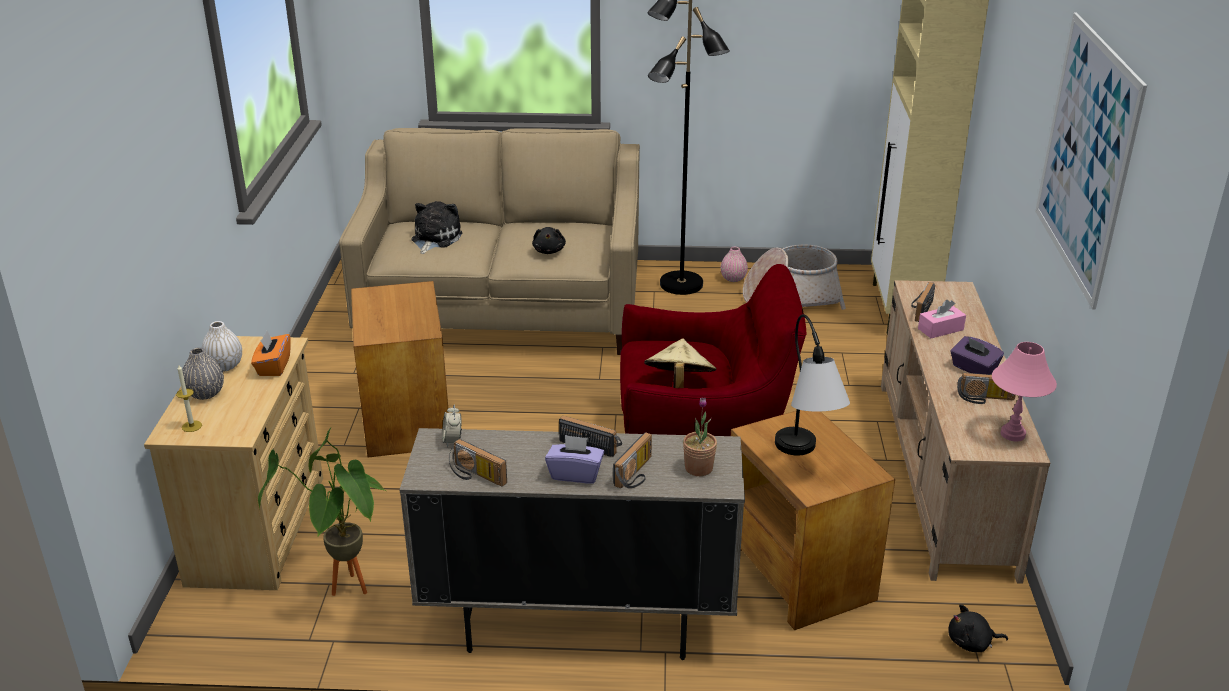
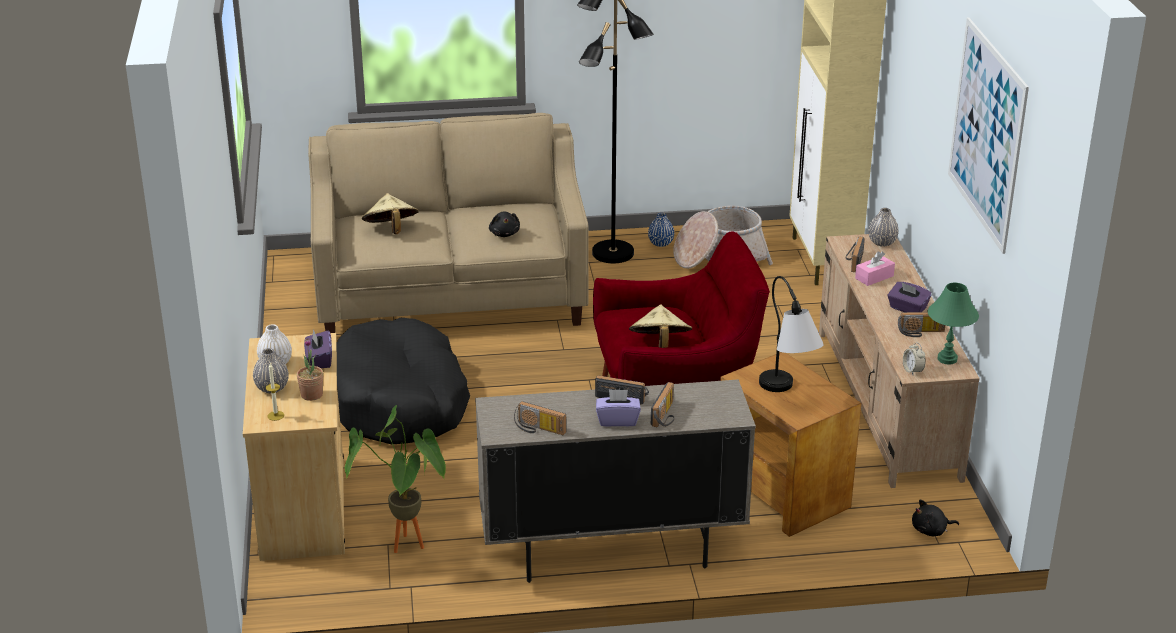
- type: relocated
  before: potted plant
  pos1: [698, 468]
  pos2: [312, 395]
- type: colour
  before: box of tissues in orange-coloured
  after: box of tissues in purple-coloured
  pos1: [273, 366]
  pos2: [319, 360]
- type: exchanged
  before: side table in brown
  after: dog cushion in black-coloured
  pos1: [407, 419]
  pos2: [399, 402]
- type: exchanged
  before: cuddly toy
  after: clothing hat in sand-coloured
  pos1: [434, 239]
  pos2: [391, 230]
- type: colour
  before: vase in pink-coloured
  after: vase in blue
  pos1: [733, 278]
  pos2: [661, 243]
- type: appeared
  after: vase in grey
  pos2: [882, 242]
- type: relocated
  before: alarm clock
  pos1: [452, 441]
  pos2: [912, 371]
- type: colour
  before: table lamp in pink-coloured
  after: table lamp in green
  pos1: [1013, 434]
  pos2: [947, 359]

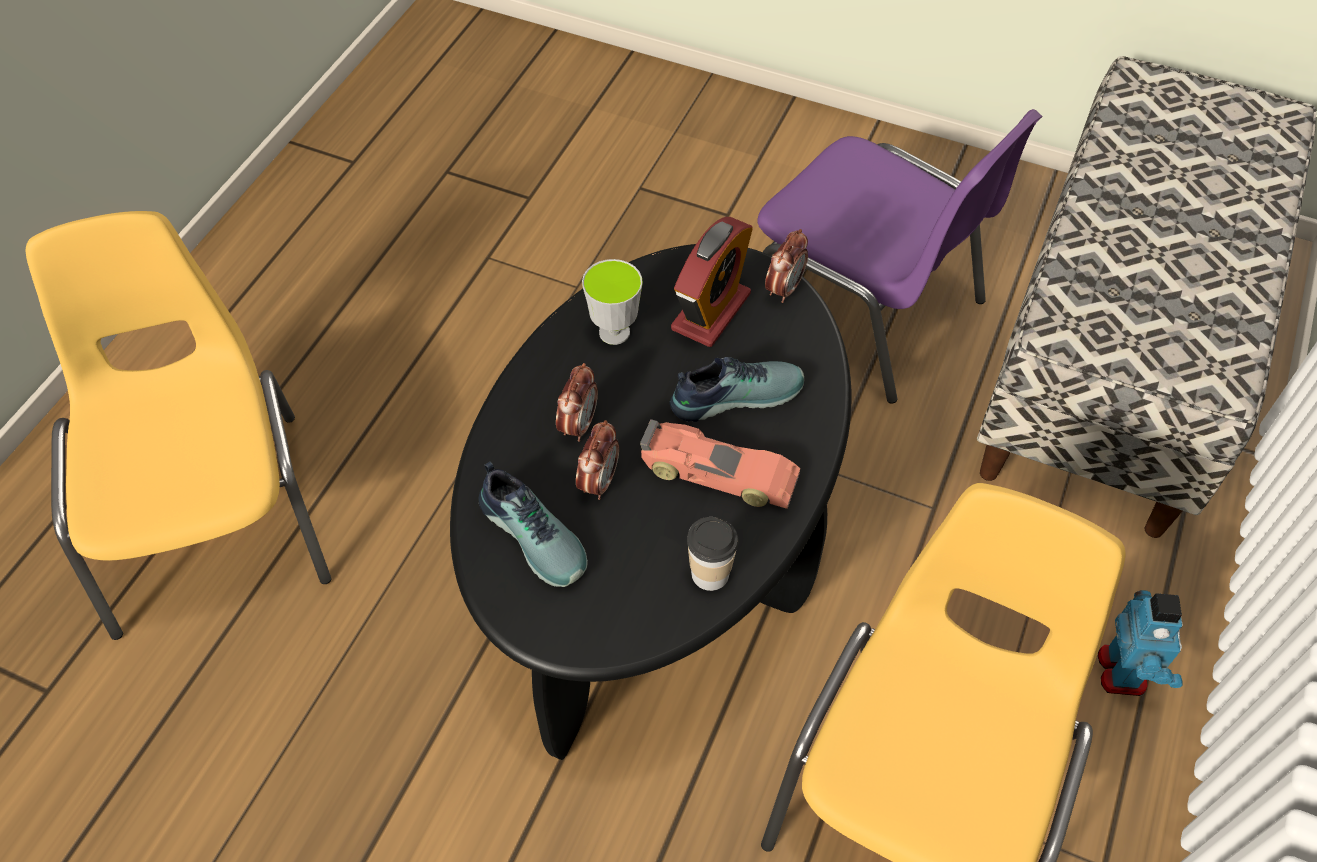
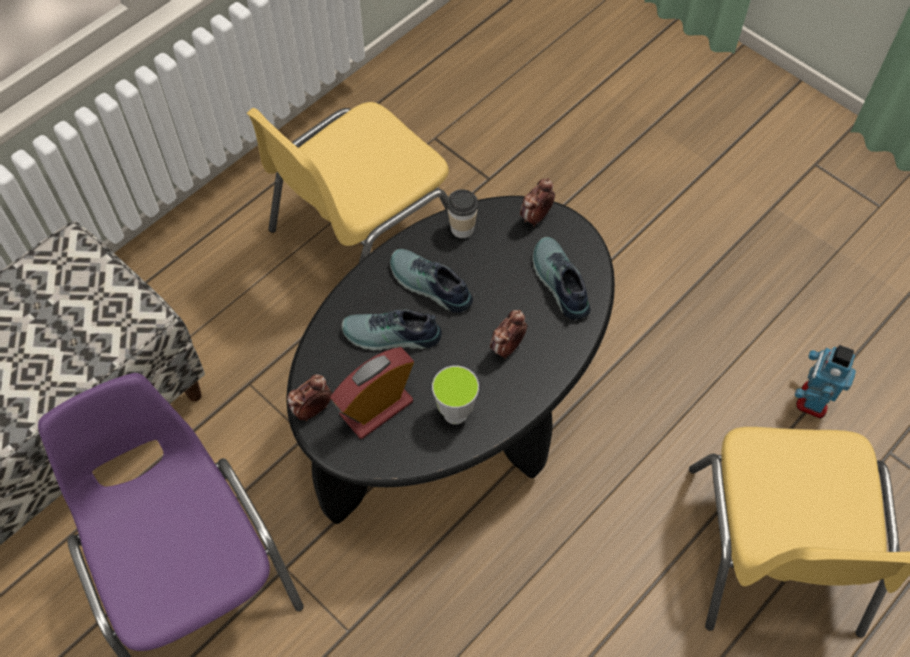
- type: exchanged
  before: toy car
  after: item of footwear
  pos1: [718, 473]
  pos2: [429, 286]
- type: relocated
  before: alarm clock
  pos1: [598, 482]
  pos2: [536, 217]
- type: relocated
  before: robot figure
  pos1: [1123, 671]
  pos2: [812, 400]

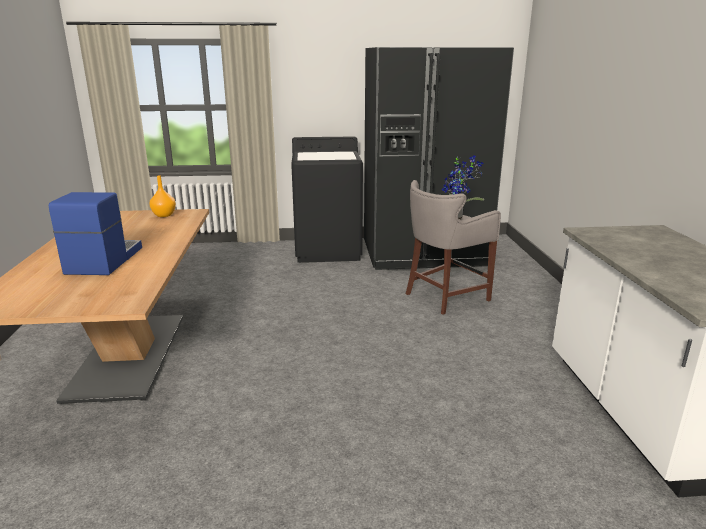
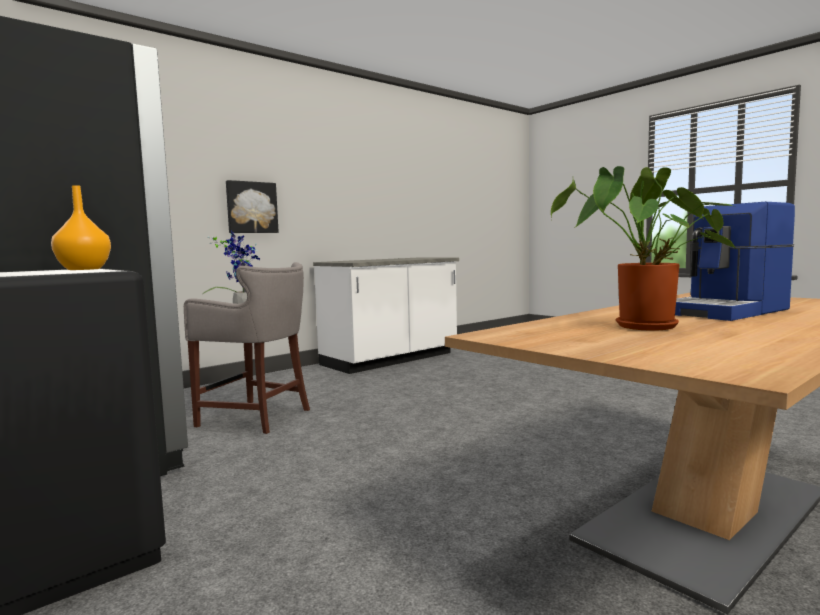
- type: relocated
  before: vase in orange-coloured
  pos1: [164, 215]
  pos2: [83, 269]
- type: appeared
  after: picture
  pos2: [251, 207]
- type: appeared
  after: potted plant
  pos2: [642, 327]

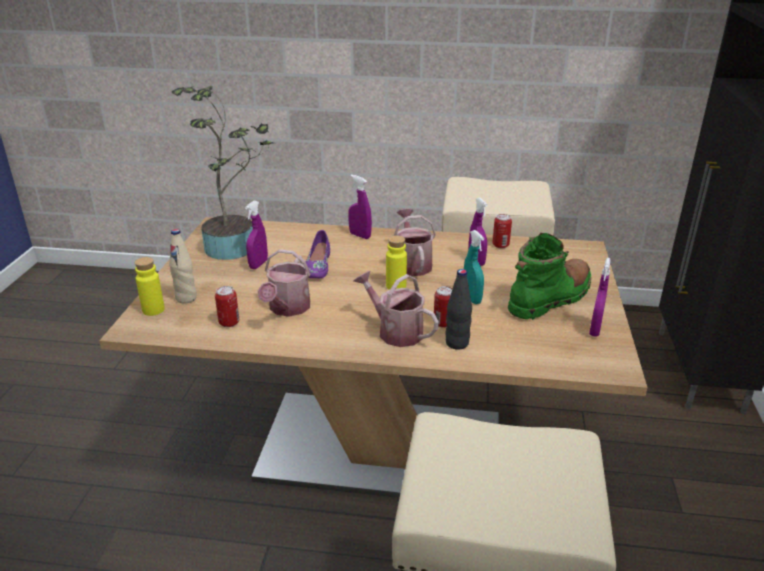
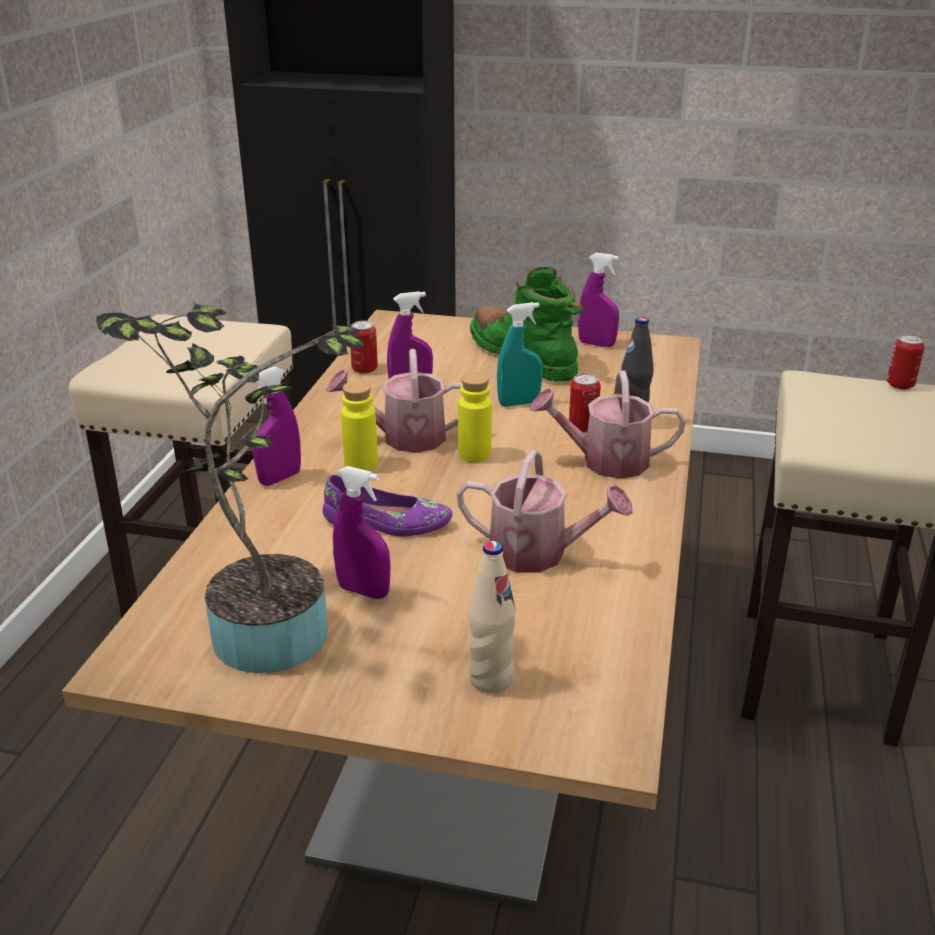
- type: relocated
  before: drink bottle in yellow-coloured
  pos1: [153, 310]
  pos2: [361, 464]
- type: spun
  before: sprinkling can
  pos1: [395, 331]
  pos2: [605, 461]
  turn: 45
- type: relocated
  before: sealed can
  pos1: [229, 322]
  pos2: [900, 385]

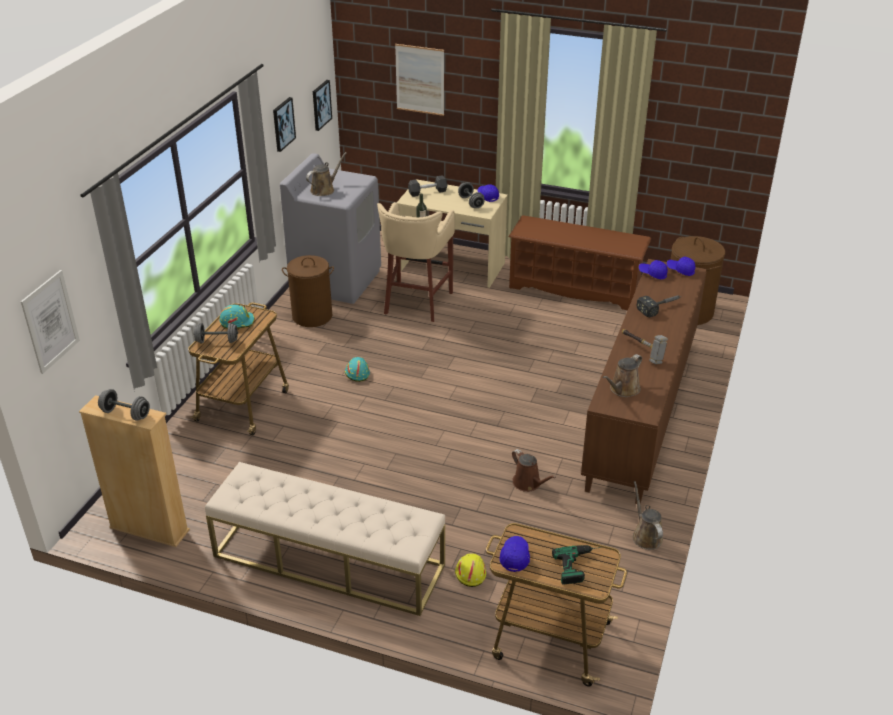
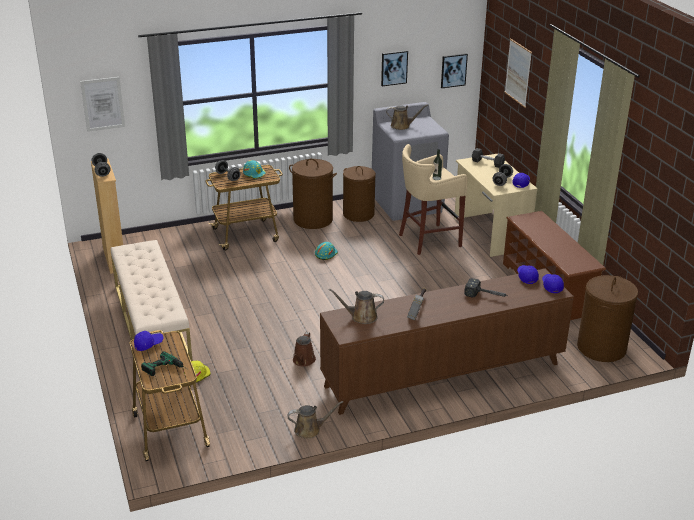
- type: spun
  before: sprinkling can in brown
  pos1: [645, 536]
  pos2: [310, 430]
  turn: 45
- type: appeared
  after: laundry basket in brown
  pos2: [313, 219]

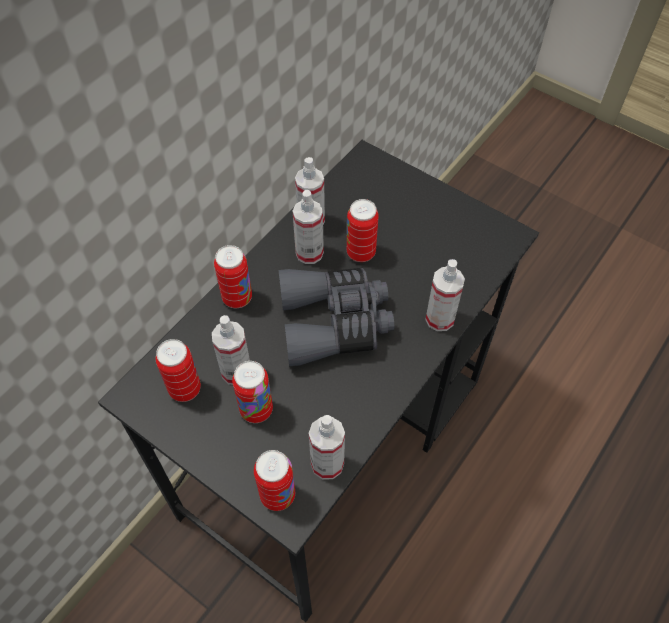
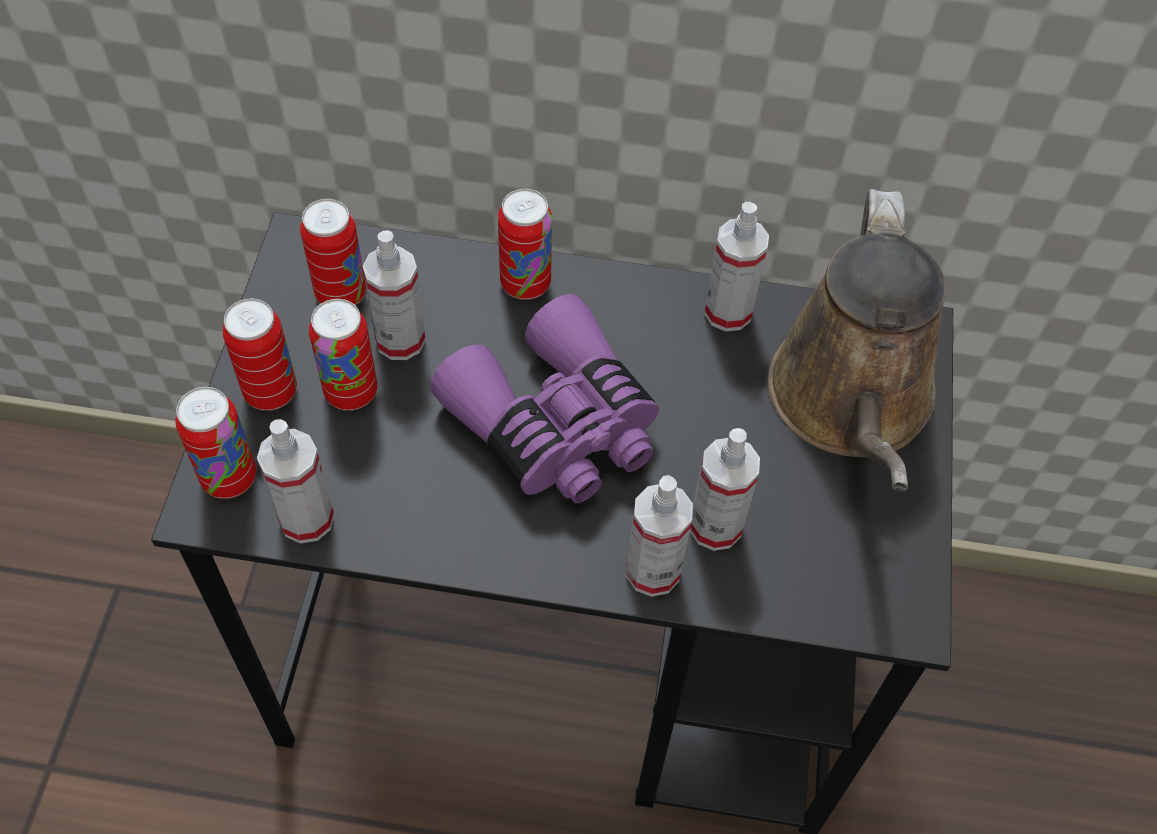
- type: relocated
  before: sealed can
  pos1: [361, 252]
  pos2: [271, 392]
- type: colour
  before: binoculars in grey
  after: binoculars in purple-coloured
  pos1: [335, 322]
  pos2: [556, 425]
- type: relocated
  before: spray bottle
  pos1: [309, 253]
  pos2: [715, 526]
- type: appeared
  after: sprinkling can in brown
  pos2: [851, 404]

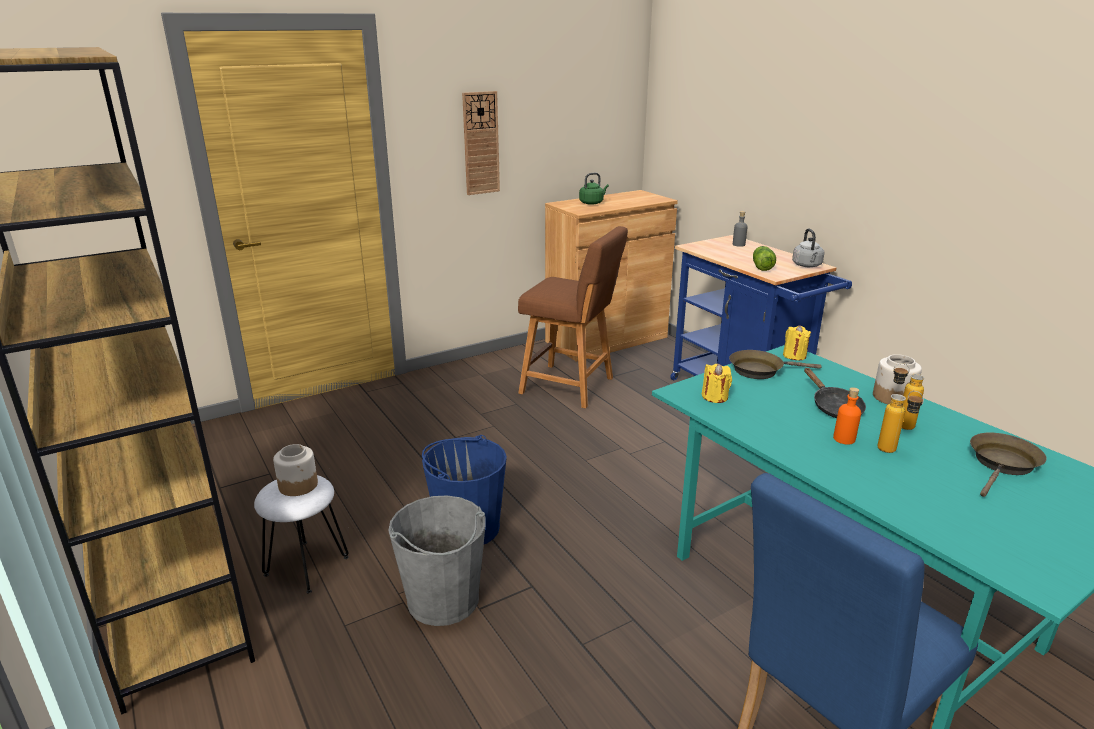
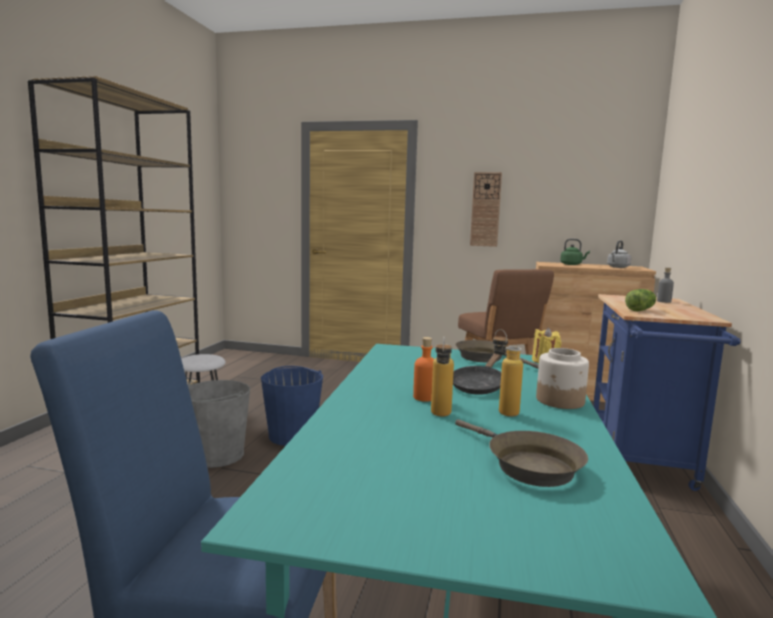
- type: spun
  before: pan in brown
  pos1: [1002, 464]
  pos2: [527, 465]
  turn: 60
- type: relocated
  before: kettle in grey
  pos1: [807, 266]
  pos2: [617, 267]
- type: missing
  before: jar
  pos1: [298, 485]
- type: missing
  before: wax light in yellow-coloured
  pos1: [715, 397]

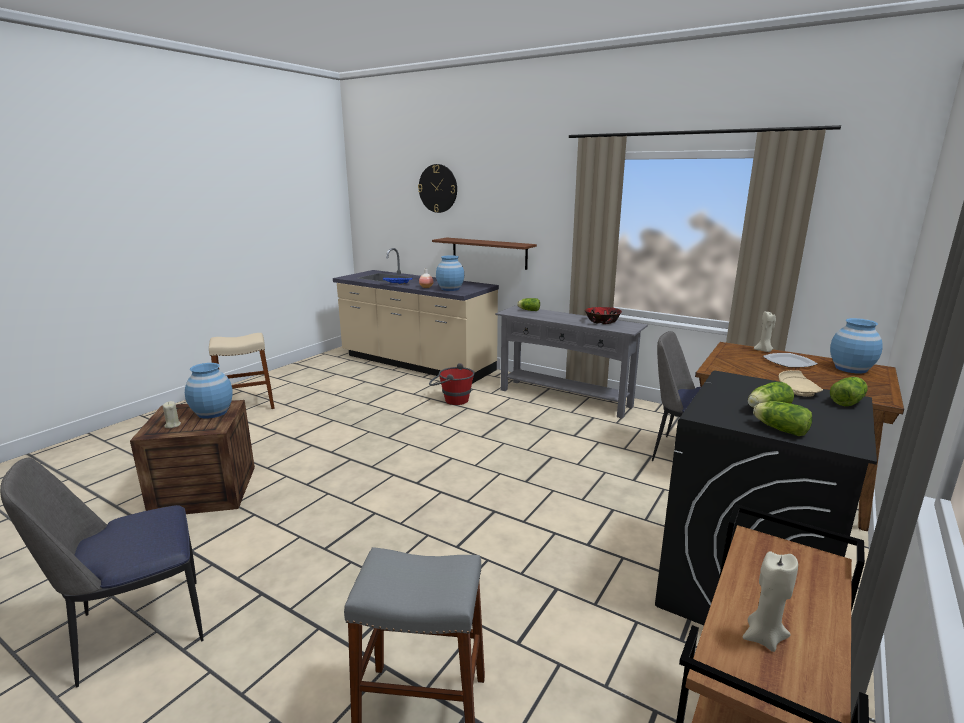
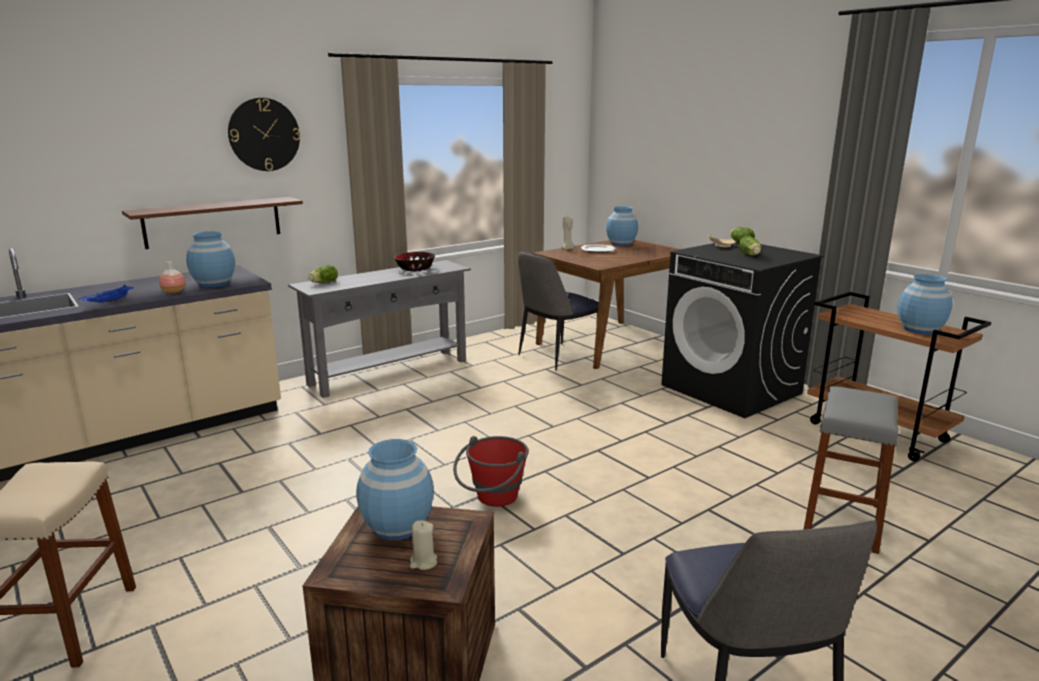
- type: relocated
  before: hanging clock
  pos1: [438, 188]
  pos2: [264, 134]
- type: relocated
  before: bucket in red
  pos1: [451, 400]
  pos2: [492, 500]
- type: exchanged
  before: wax light in sand-coloured
  after: vase in blue
  pos1: [763, 637]
  pos2: [919, 329]
- type: missing
  before: head of lettuce
  pos1: [779, 429]

